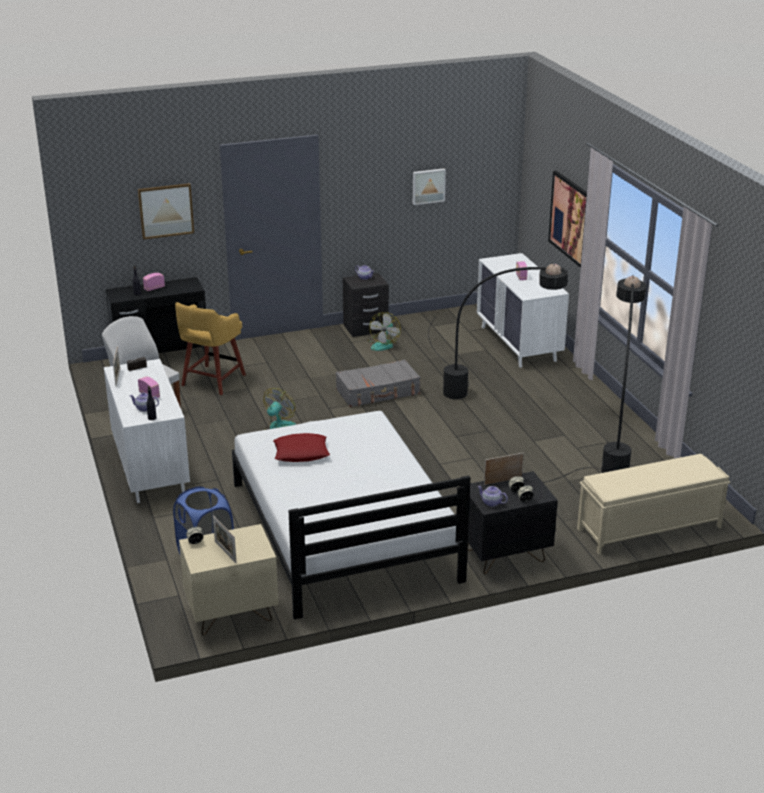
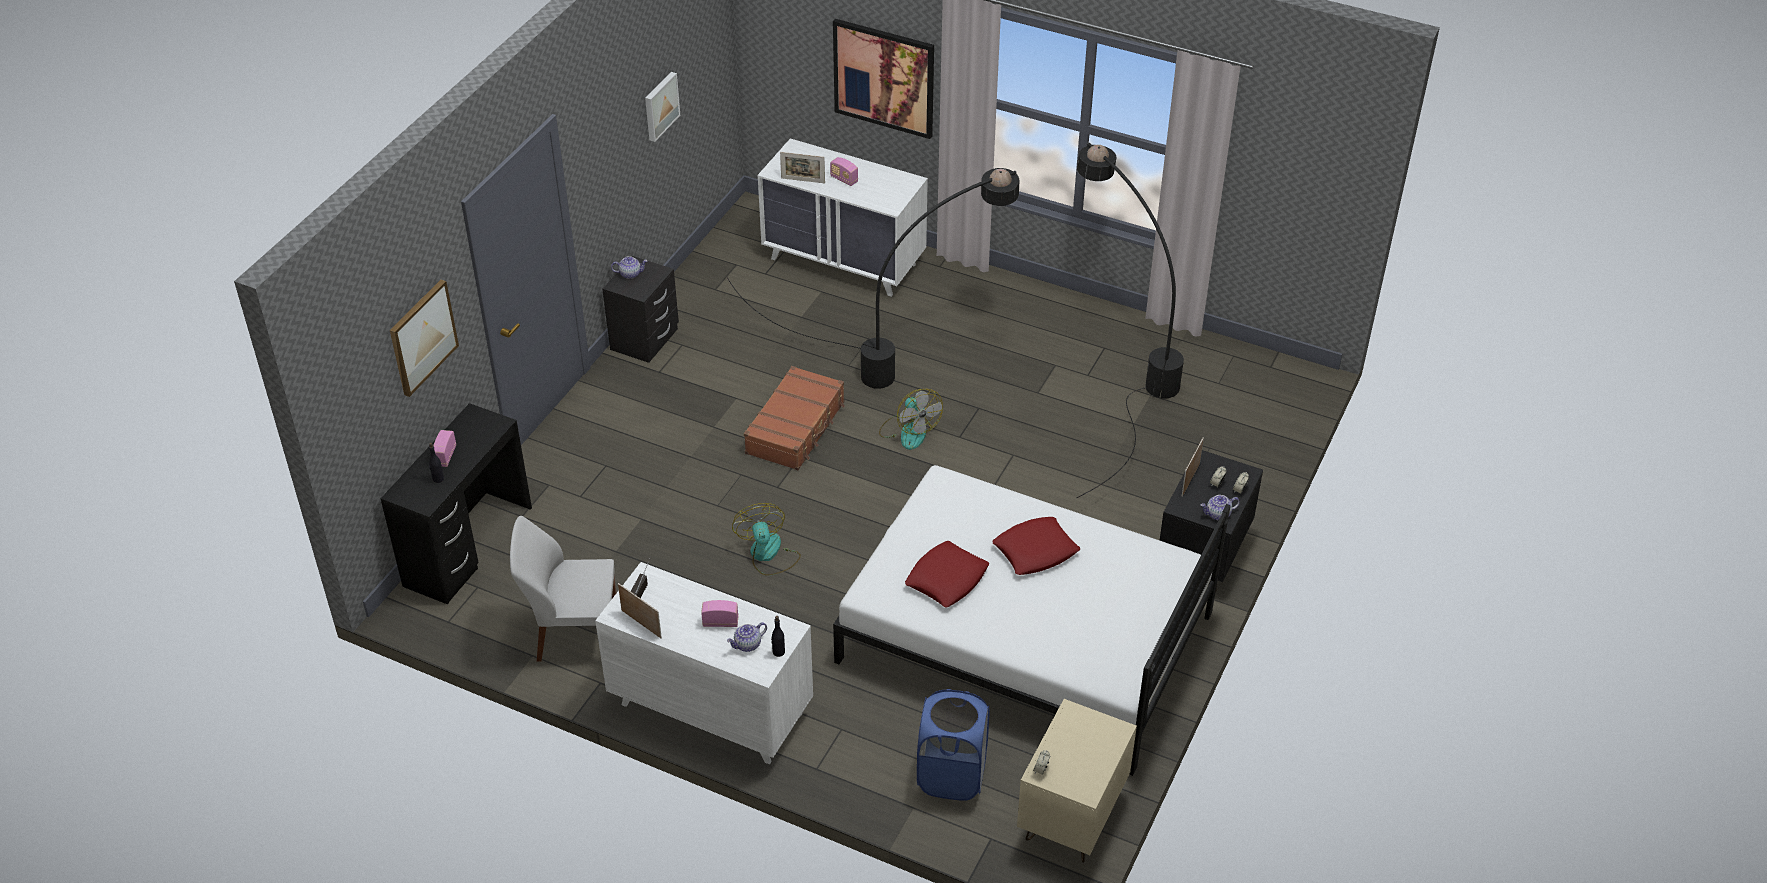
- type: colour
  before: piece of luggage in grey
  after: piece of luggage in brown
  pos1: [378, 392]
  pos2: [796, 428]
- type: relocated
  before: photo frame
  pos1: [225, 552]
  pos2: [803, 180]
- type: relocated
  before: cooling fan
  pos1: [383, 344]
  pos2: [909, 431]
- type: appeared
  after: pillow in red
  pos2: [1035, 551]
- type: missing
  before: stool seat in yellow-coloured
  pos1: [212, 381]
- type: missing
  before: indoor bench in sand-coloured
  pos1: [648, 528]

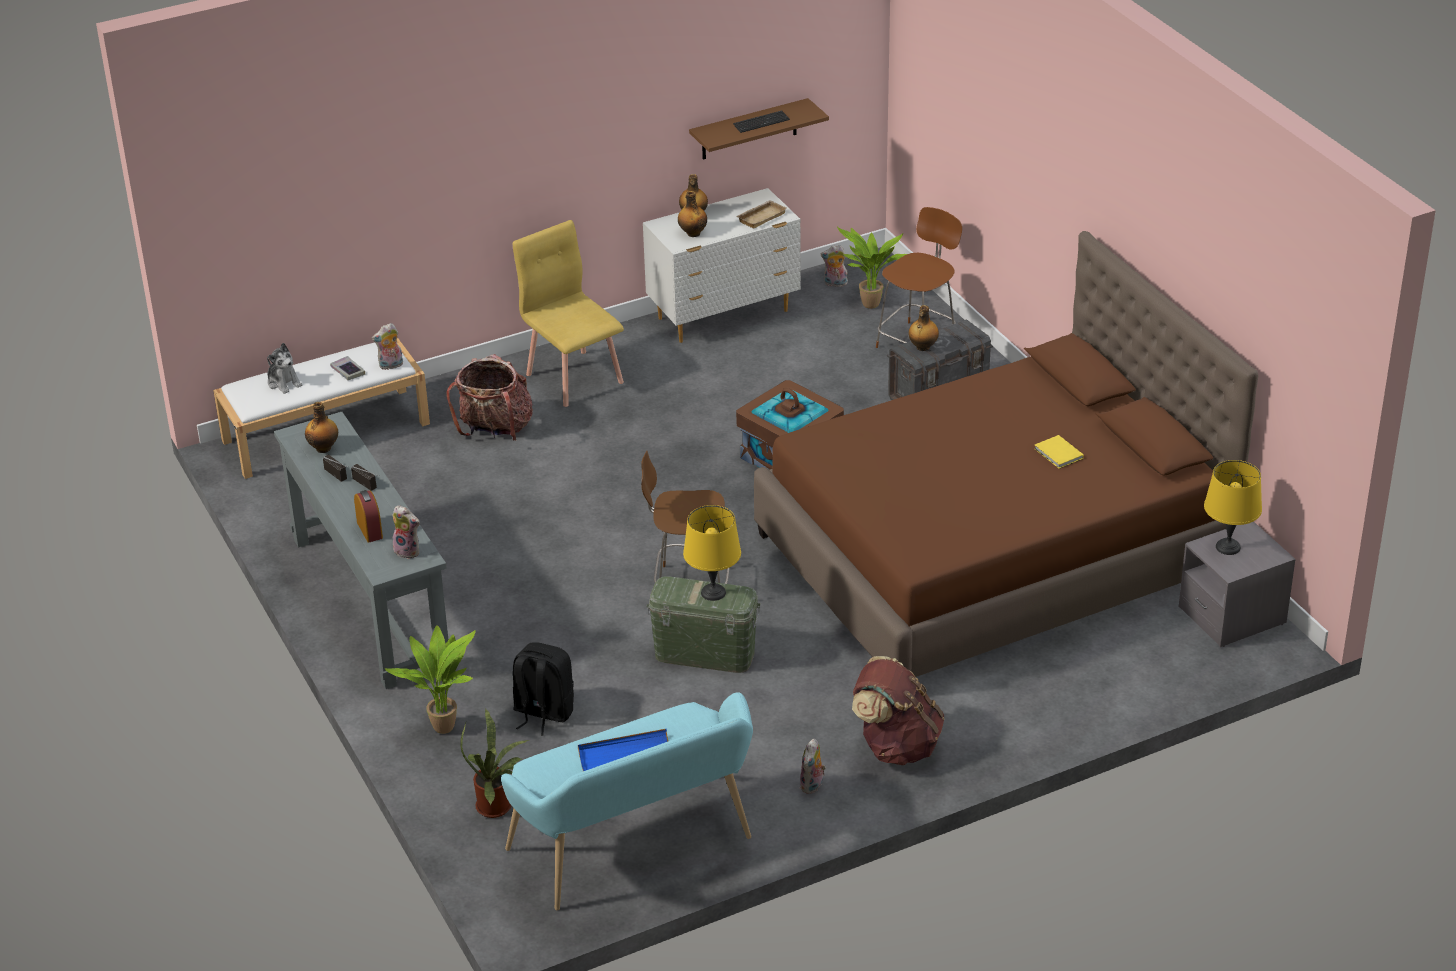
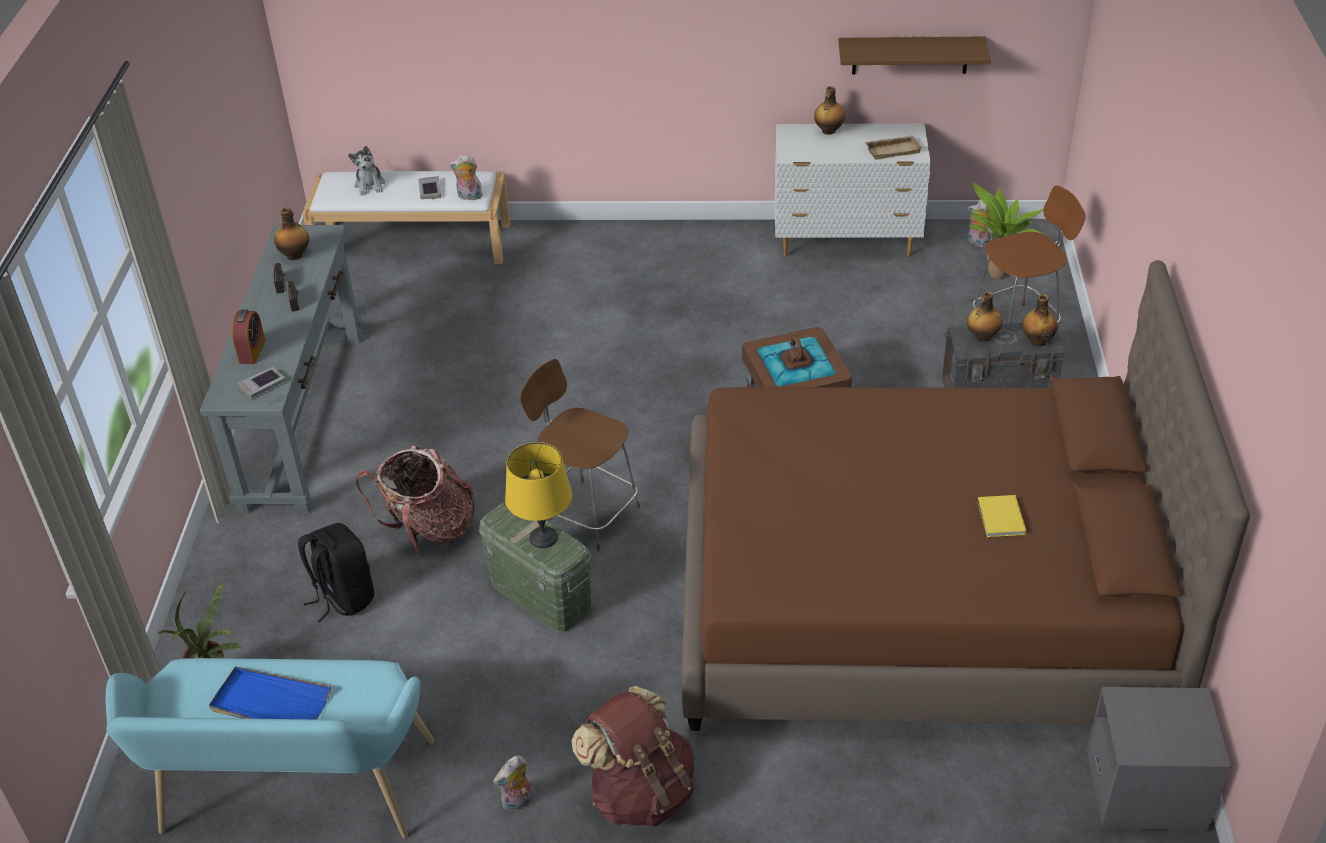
- type: exchanged
  before: cuddly toy
  after: book
  pos1: [408, 551]
  pos2: [263, 385]
- type: relocated
  before: knapsack
  pos1: [495, 429]
  pos2: [429, 530]
- type: relocated
  before: drink bottle
  pos1: [693, 233]
  pos2: [1037, 341]
- type: missing
  before: potted plant
  pos1: [444, 725]
- type: missing
  before: chair in yellow-coloured
  pos1: [574, 377]
- type: missing
  before: keyboard
  pos1: [761, 123]
- type: missing
  before: table lamp in yellow-coloured
  pos1: [1228, 547]

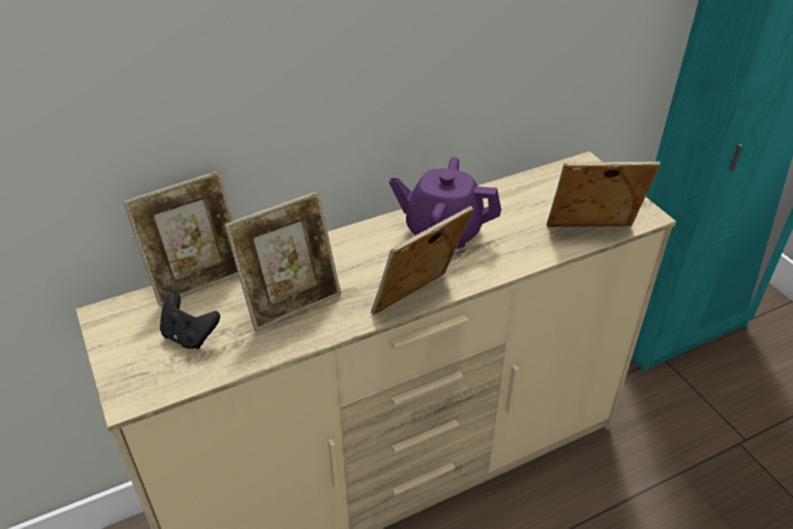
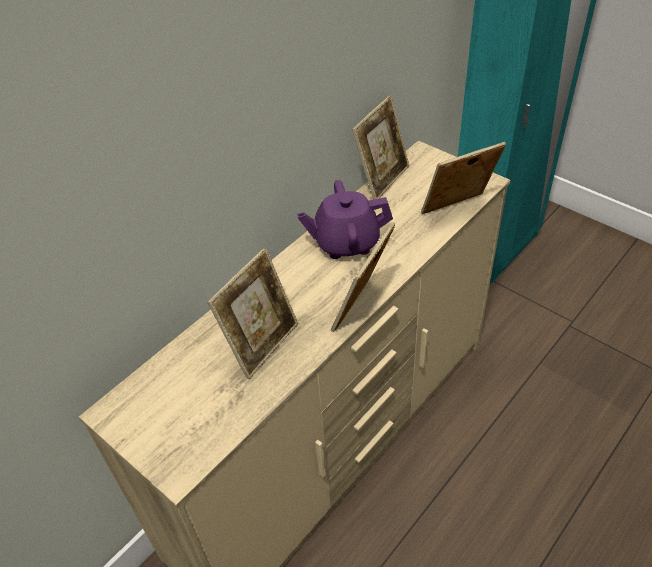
- type: relocated
  before: photo frame
  pos1: [198, 278]
  pos2: [382, 179]
- type: missing
  before: joypad in black-coloured
  pos1: [190, 336]

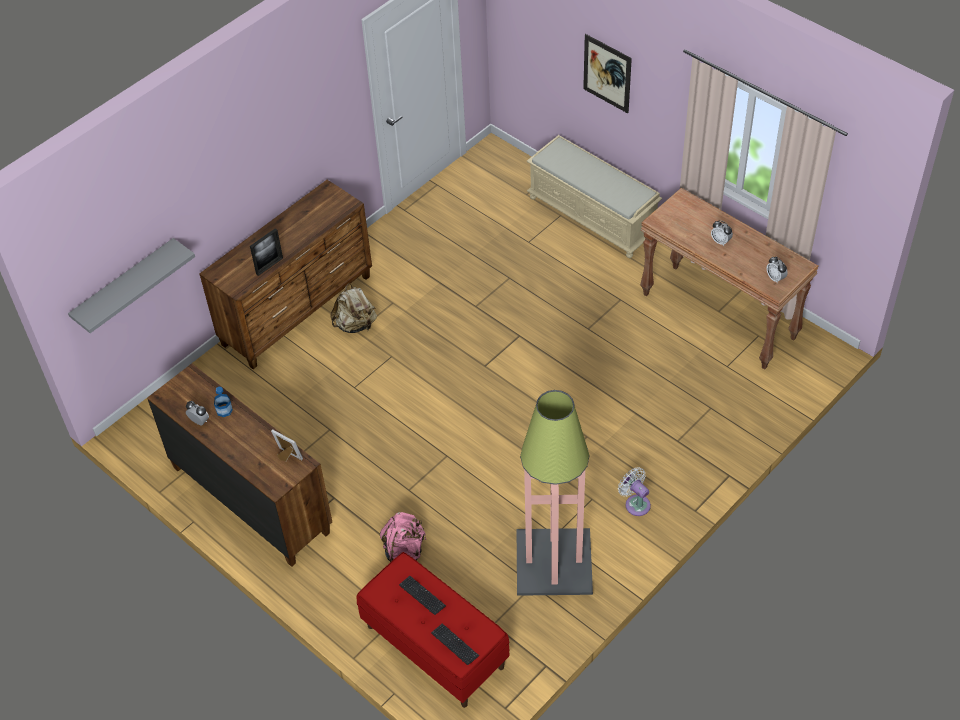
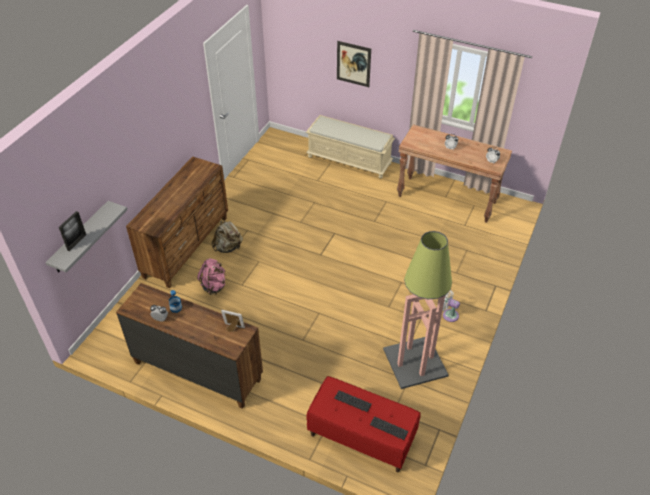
- type: relocated
  before: photo frame
  pos1: [269, 266]
  pos2: [76, 242]
- type: relocated
  before: knapsack in pink-coloured
  pos1: [404, 551]
  pos2: [214, 286]

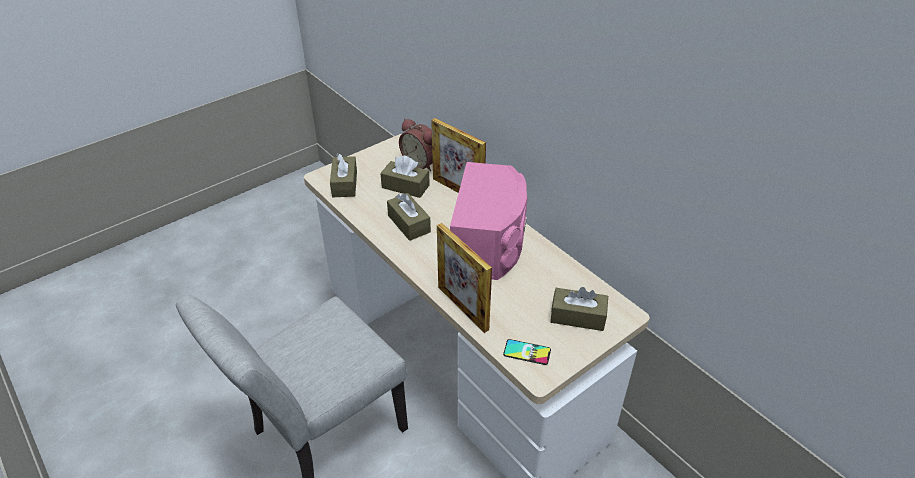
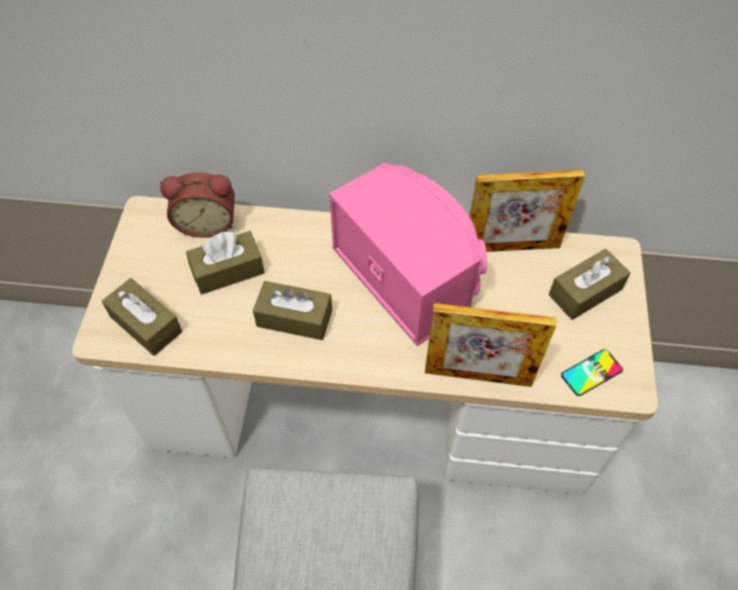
- type: relocated
  before: photo frame
  pos1: [458, 190]
  pos2: [511, 247]

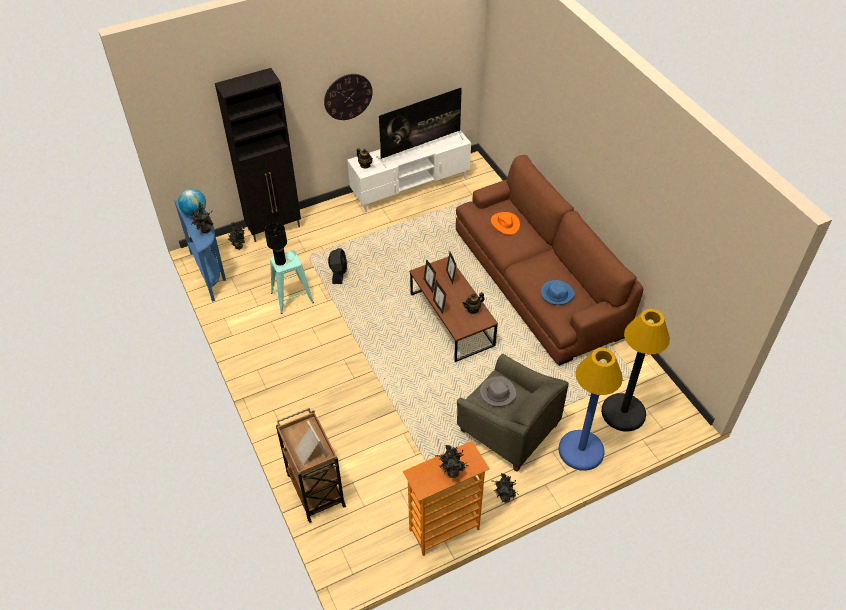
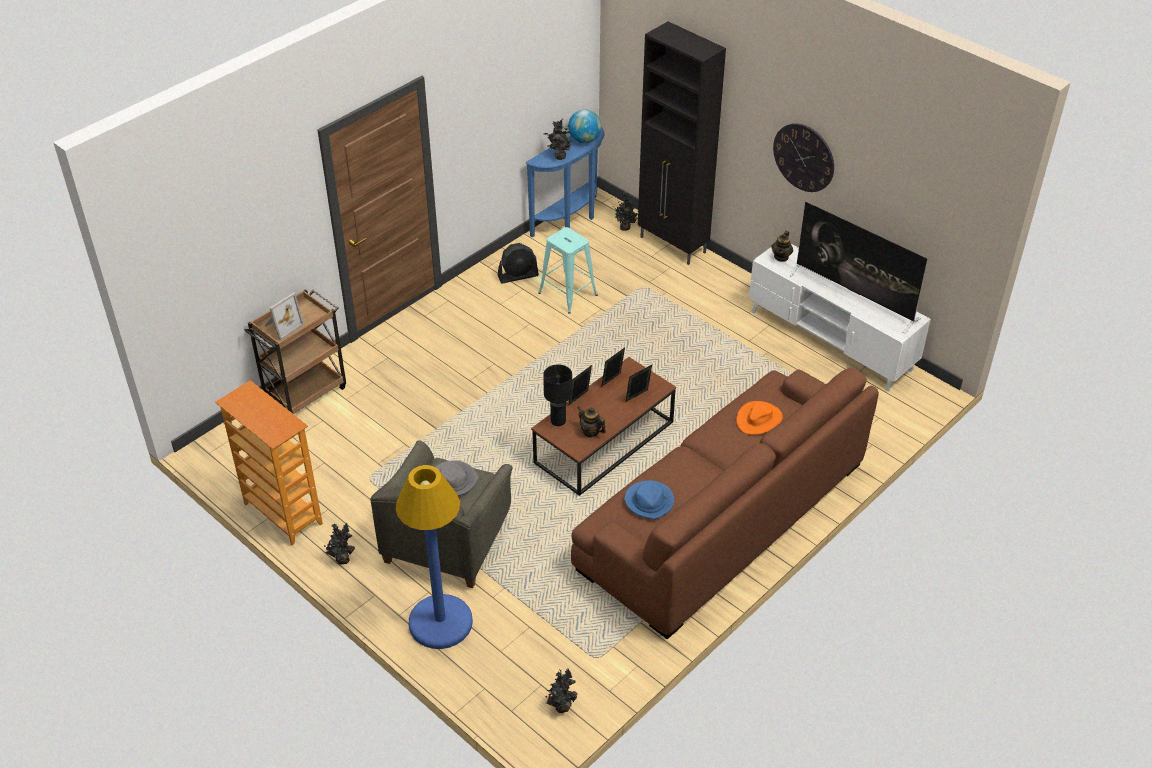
- type: relocated
  before: cooling fan in black-coloured
  pos1: [338, 273]
  pos2: [518, 276]
- type: relocated
  before: table lamp in black-coloured
  pos1: [280, 262]
  pos2: [557, 421]
- type: relocated
  before: potted plant
  pos1: [452, 473]
  pos2: [561, 706]
- type: missing
  before: standing lamp in black-coloured
  pos1: [623, 412]

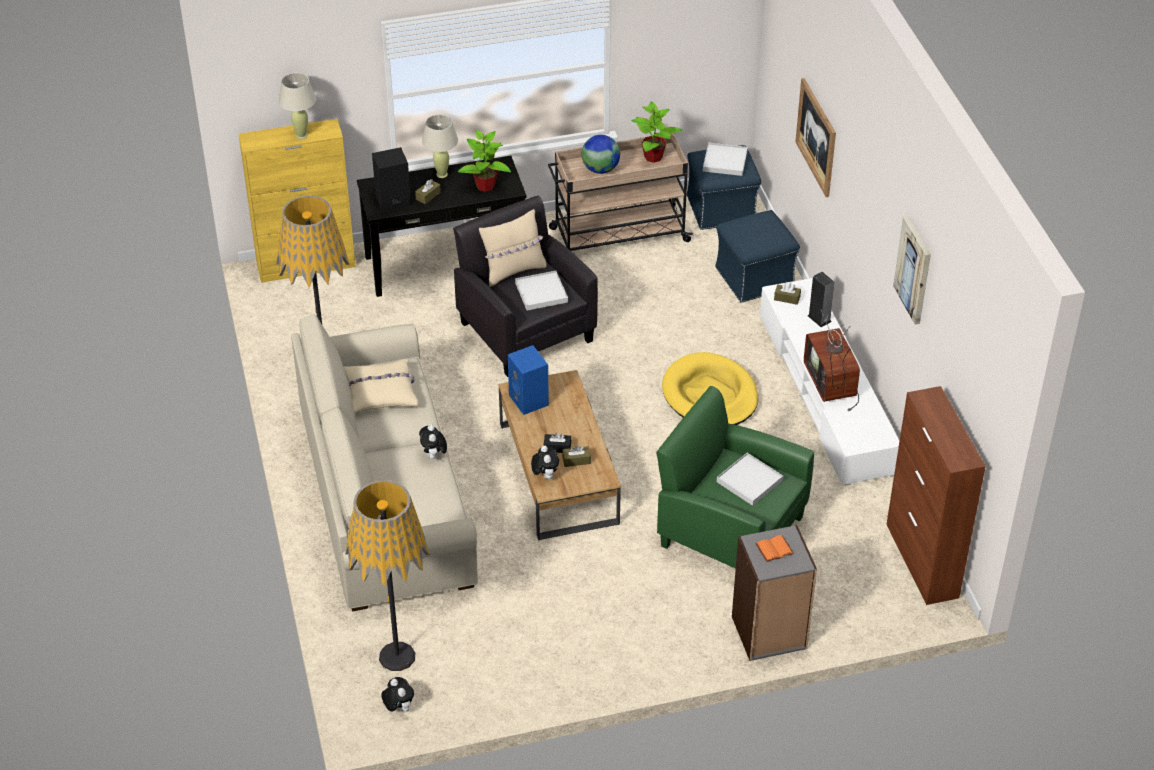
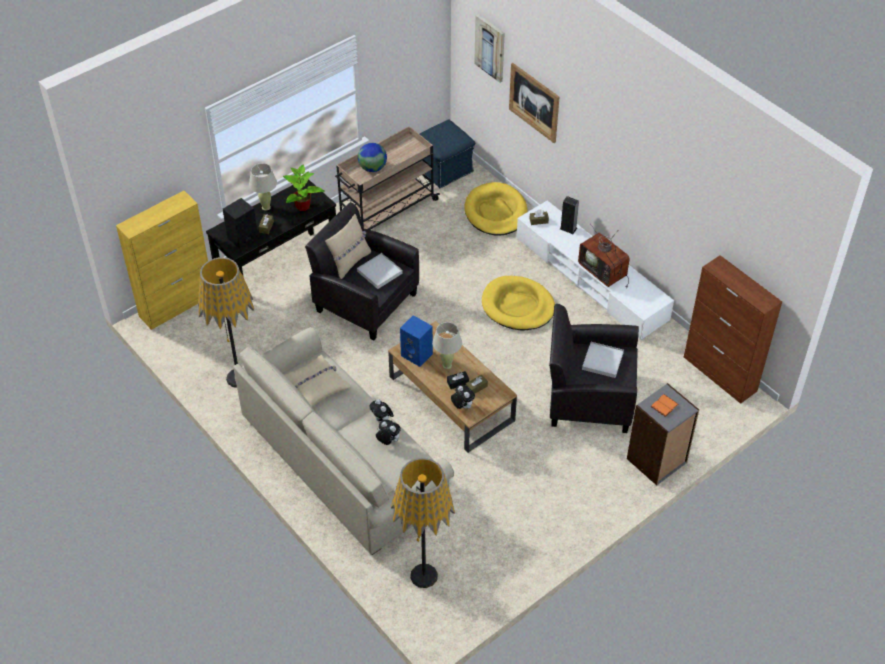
- type: relocated
  before: cuddly toy
  pos1: [398, 708]
  pos2: [388, 441]
- type: relocated
  before: table lamp in sand-coloured
  pos1: [301, 135]
  pos2: [447, 365]
- type: exchanged
  before: pouffe in blue
  after: dog cushion in yellow-coloured
  pos1: [754, 278]
  pos2: [495, 212]
- type: relocated
  before: picture
  pos1: [913, 270]
  pos2: [490, 48]
- type: colour
  before: lounge chair in green
  after: lounge chair in black-coloured
  pos1: [730, 530]
  pos2: [589, 398]
- type: missing
  before: potted plant
  pos1: [653, 157]
- type: missing
  before: carrying tray in white
  pos1: [724, 161]

